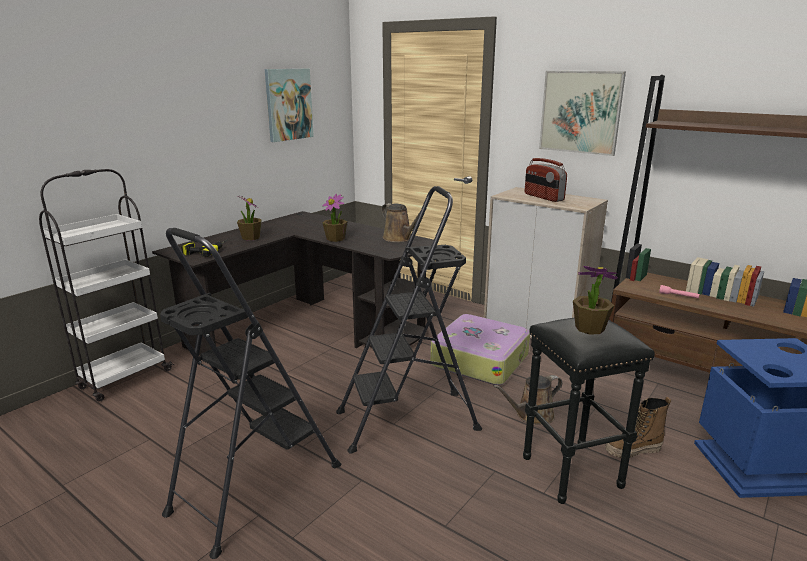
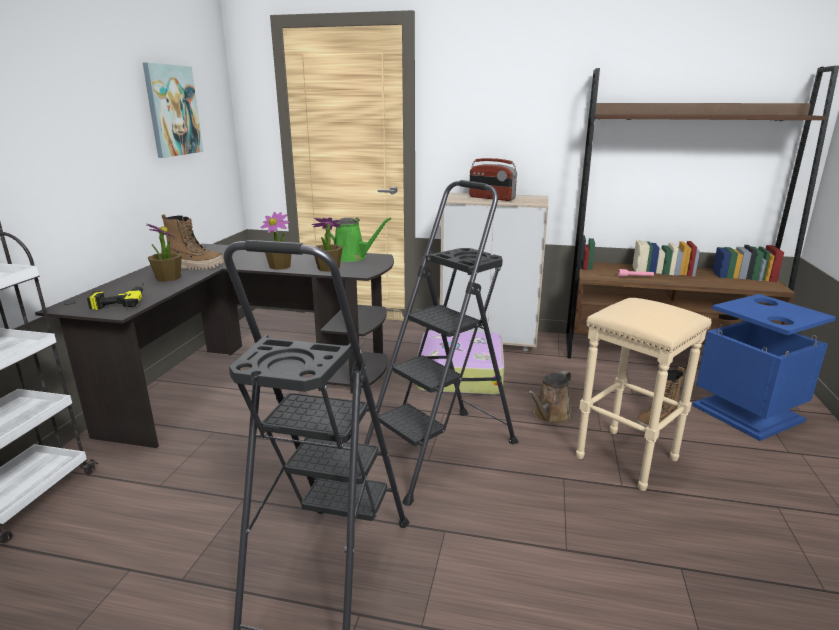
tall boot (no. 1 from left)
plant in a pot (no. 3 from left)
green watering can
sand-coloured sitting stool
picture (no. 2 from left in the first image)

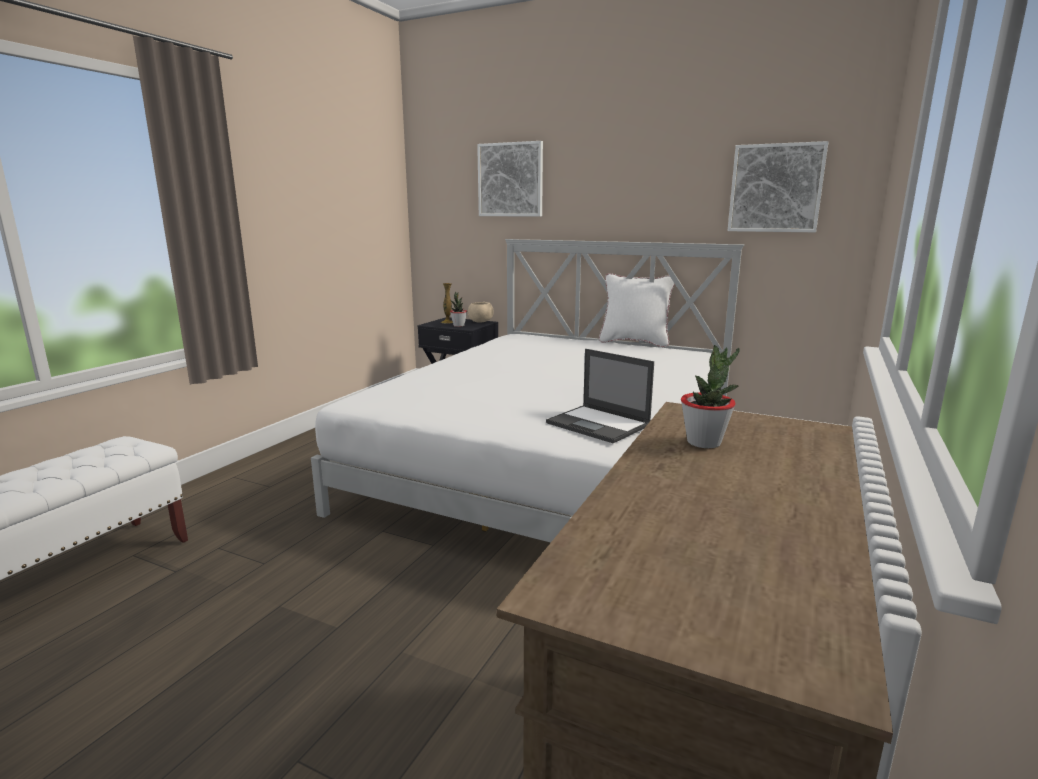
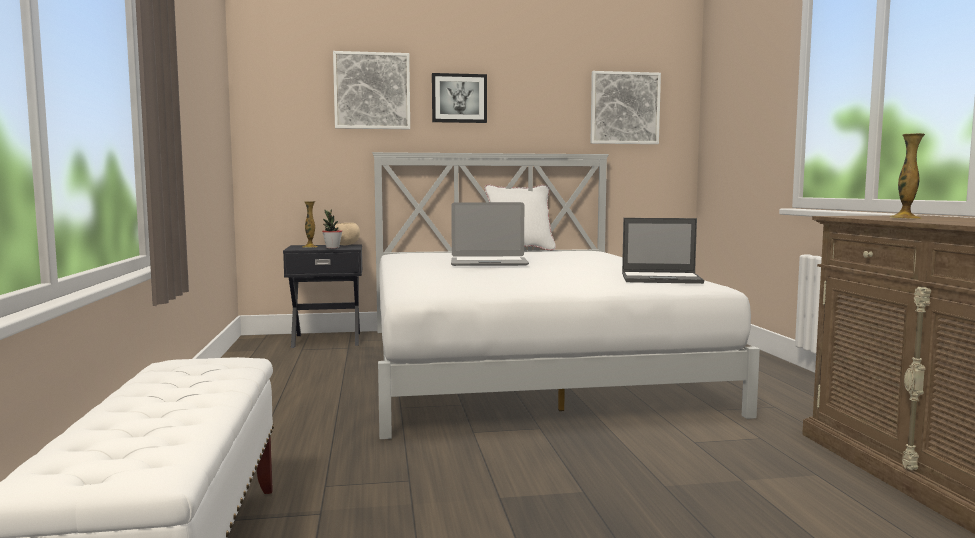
picture (no. 2 from left)
portable computer (no. 1 from left)
vase (no. 2 from left)

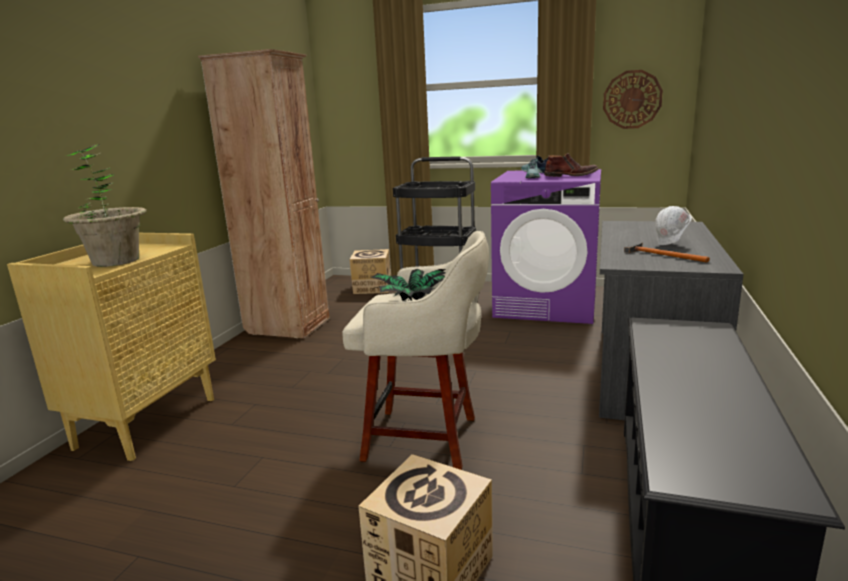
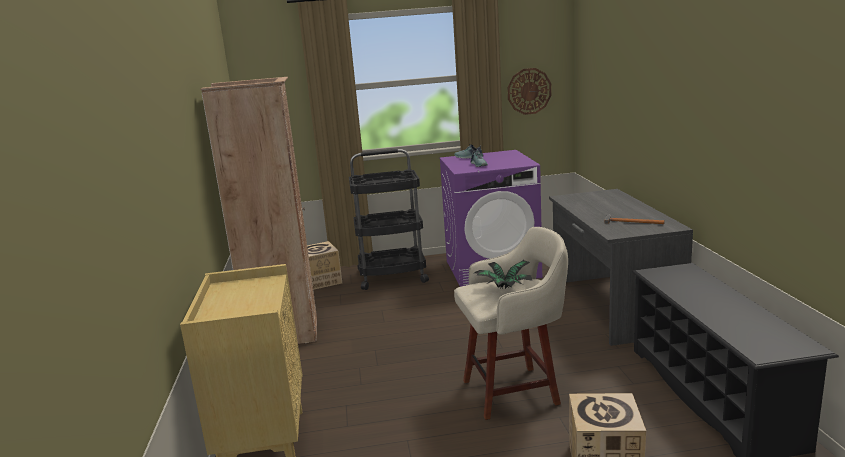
plant in a pot (no. 1 from left in the first image)
brown tall boot
whitish work helmet

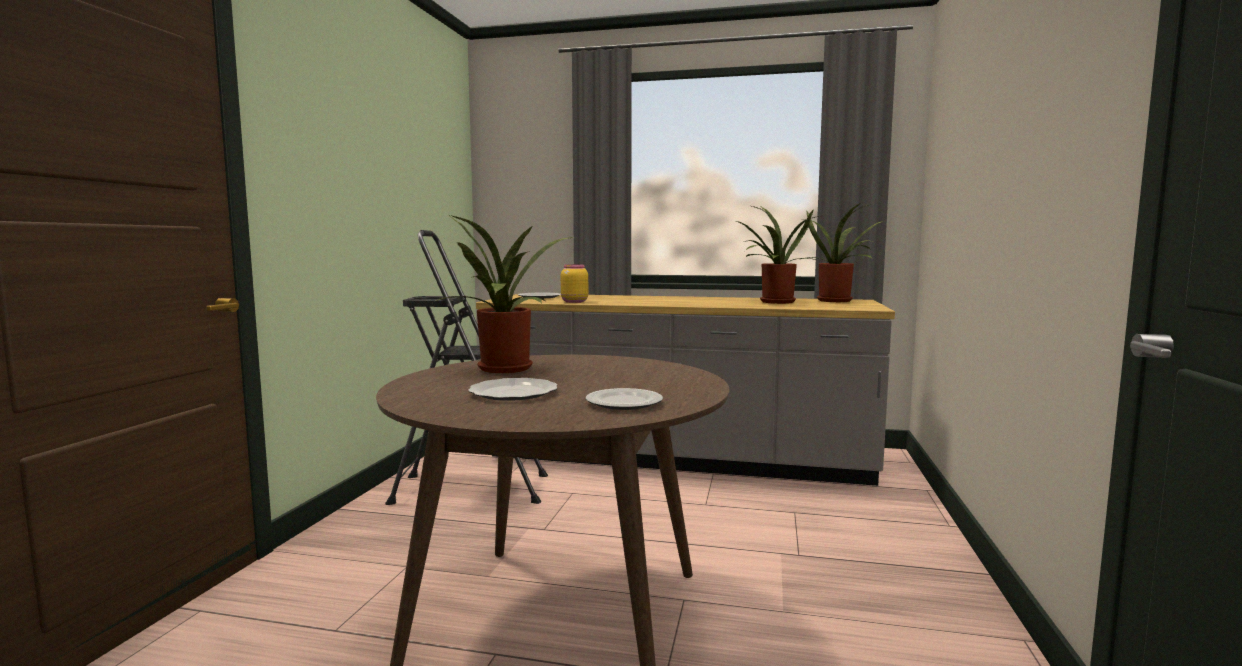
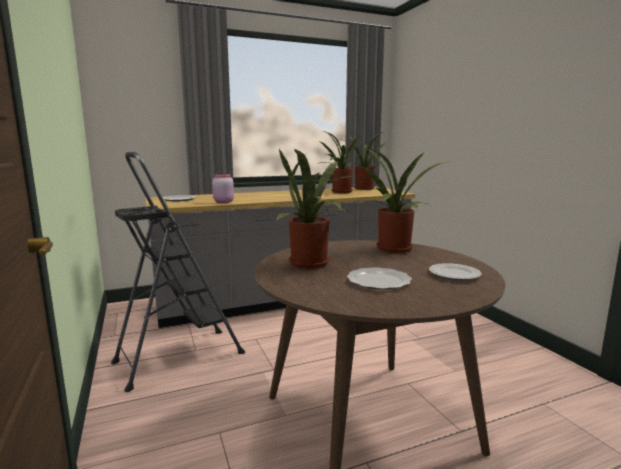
pink preserve jar
plant in a pot (no. 4 from left)

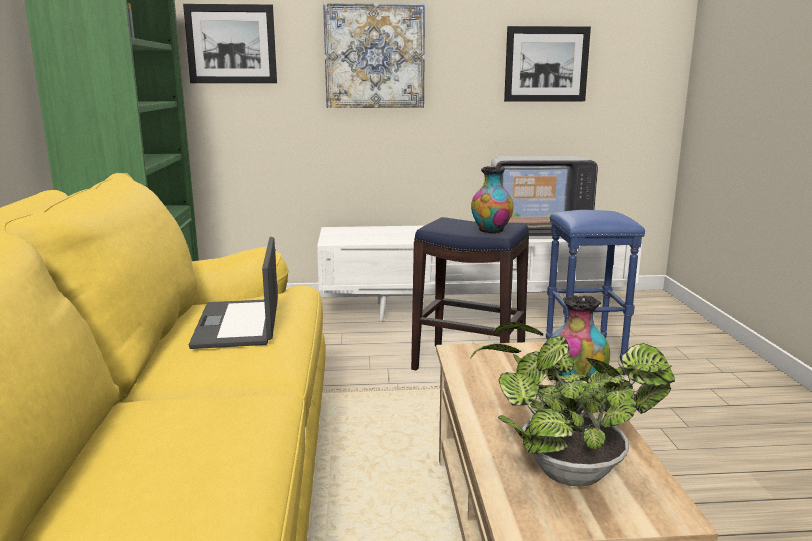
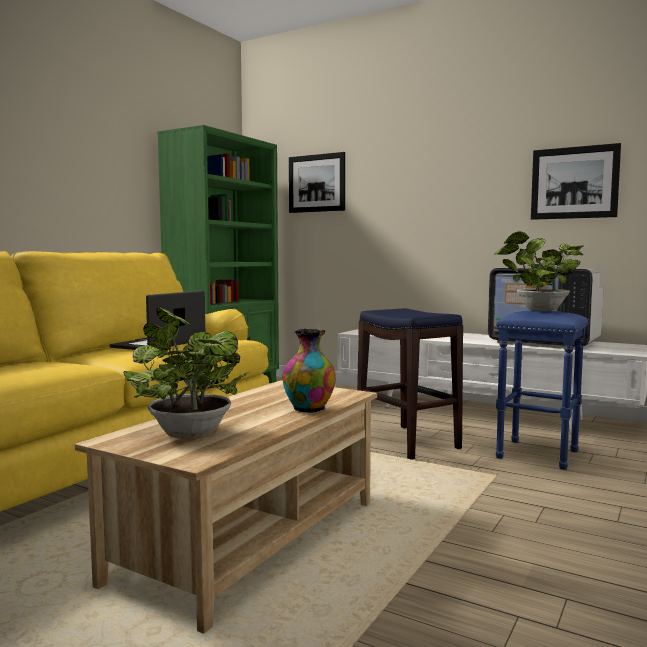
plant in a pot (no. 2 from left)
picture (no. 2 from left in the first image)
vase (no. 1 from left in the first image)

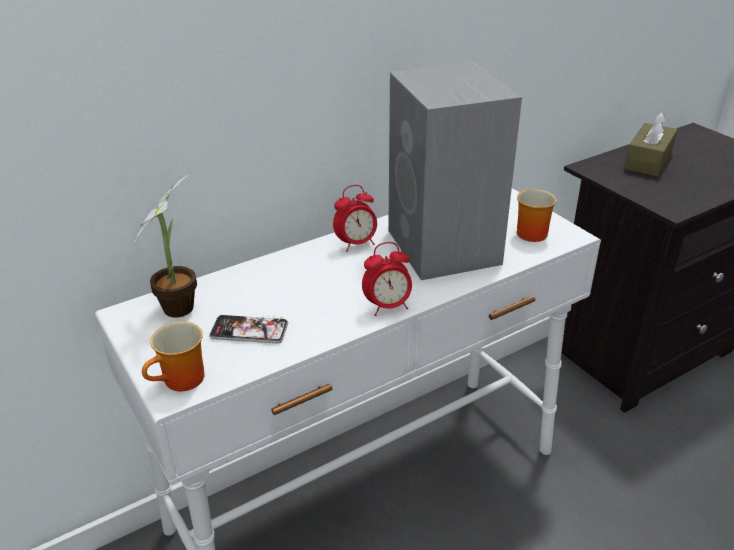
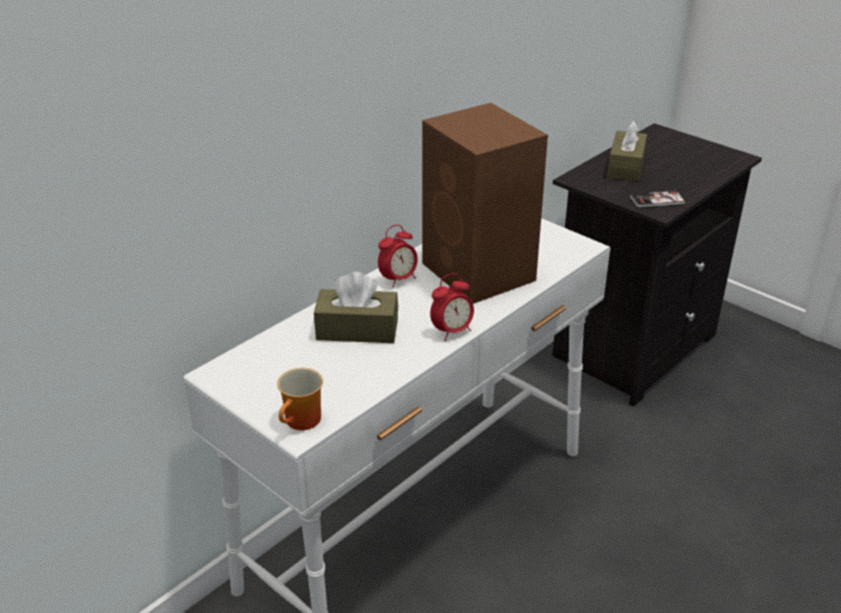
brown tissue box (no. 1 from left)
brown speaker
handset
plant in a pot
mug (no. 2 from left in the first image)

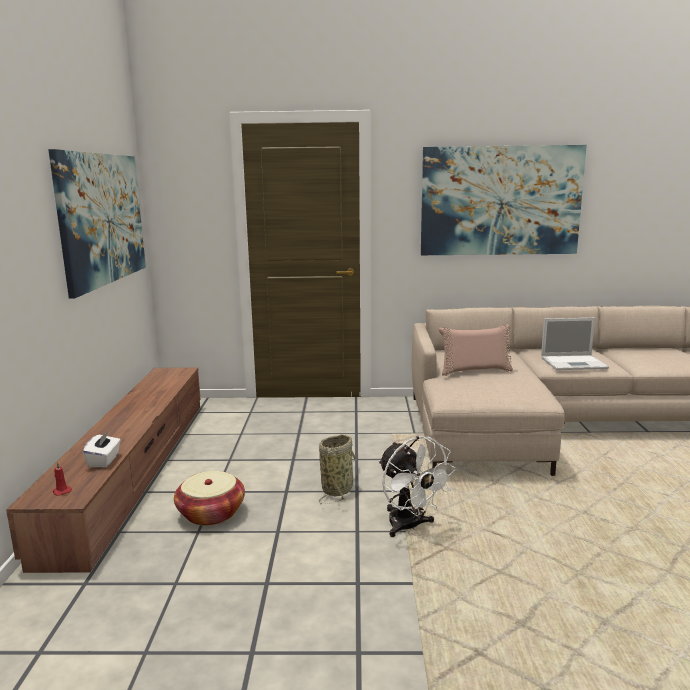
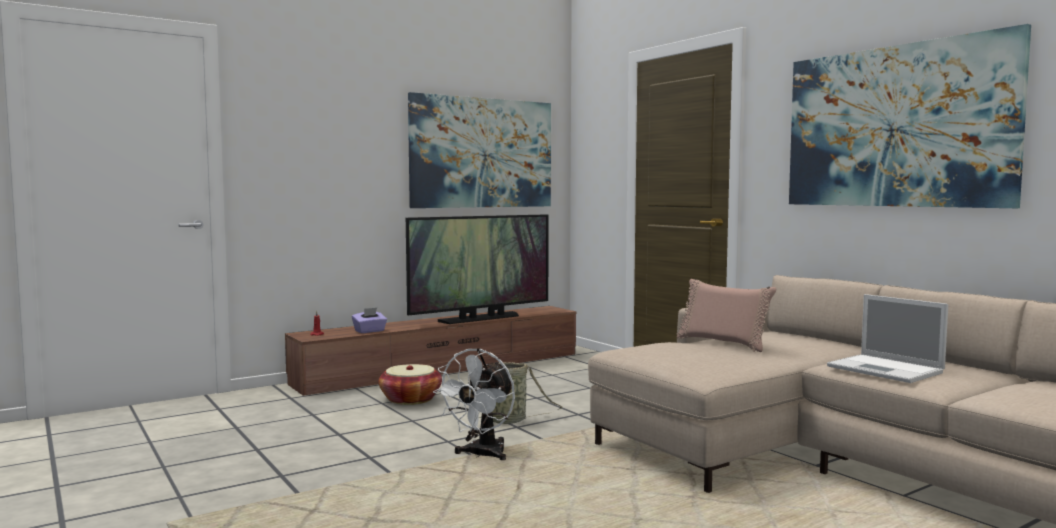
purple tissue box
TV

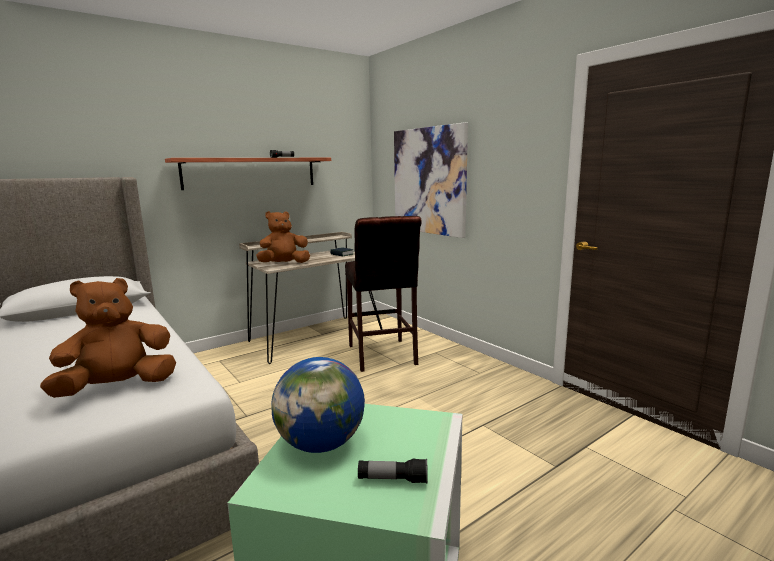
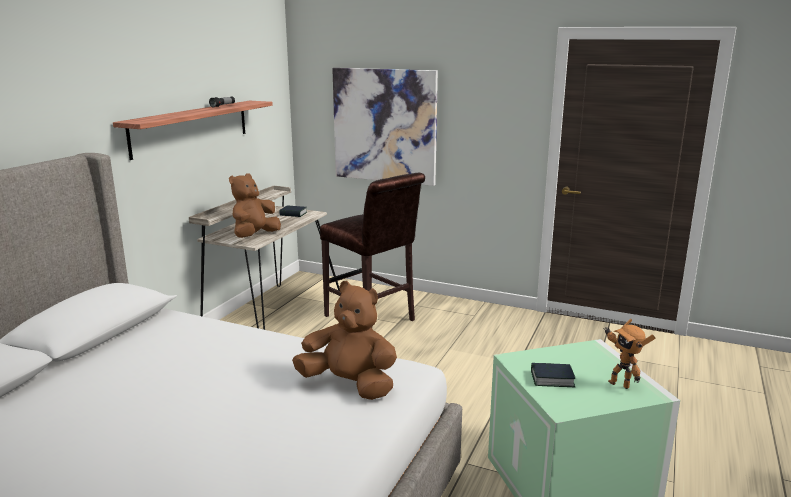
brown plush toy (no. 2 from left)
book (no. 2 from left)
robot figure

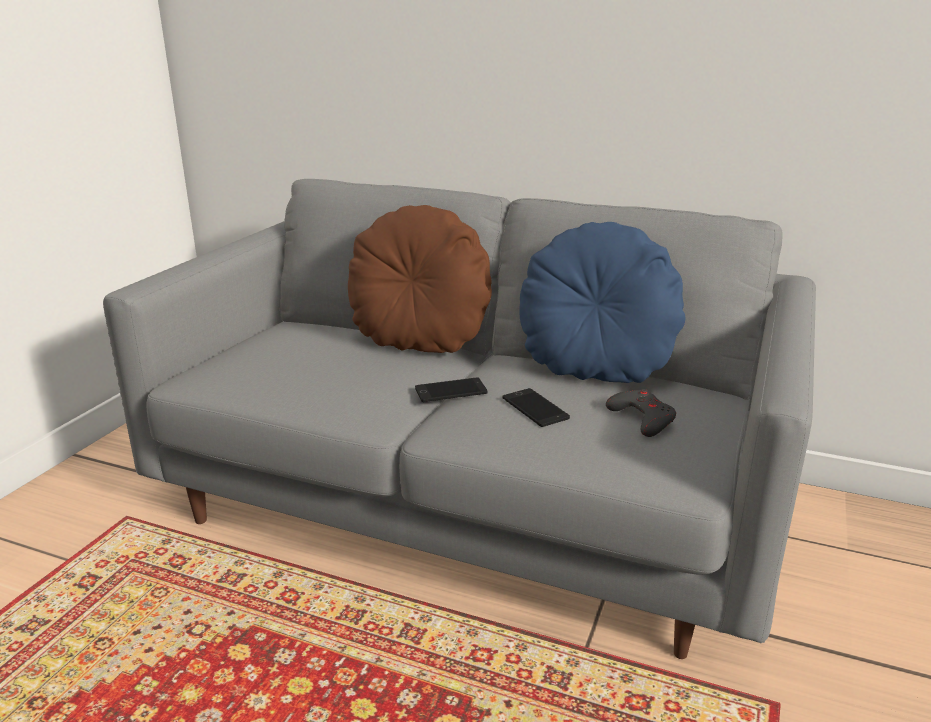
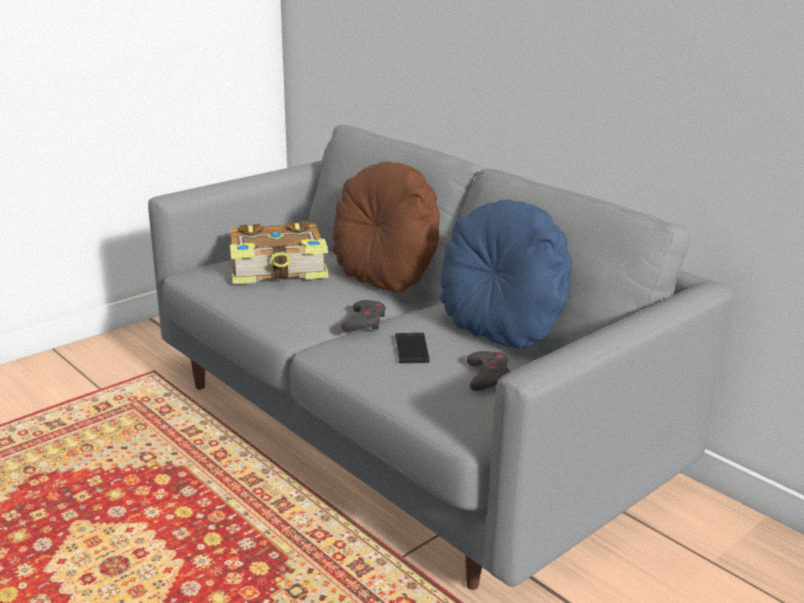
book
grey joypad (no. 1 from left)

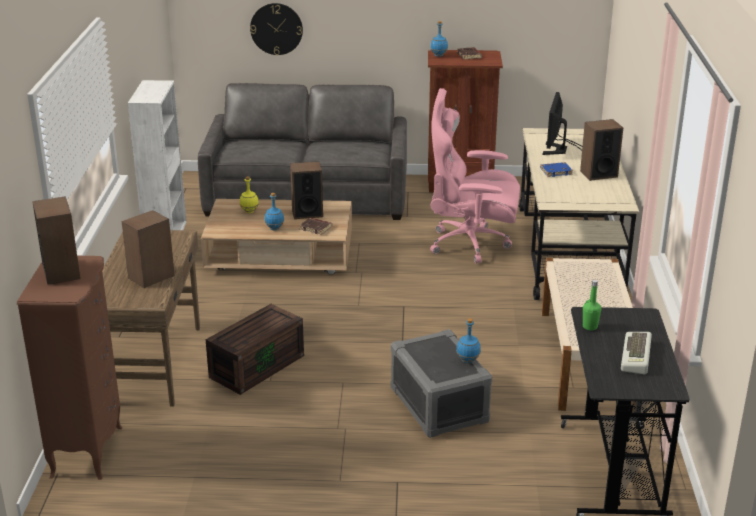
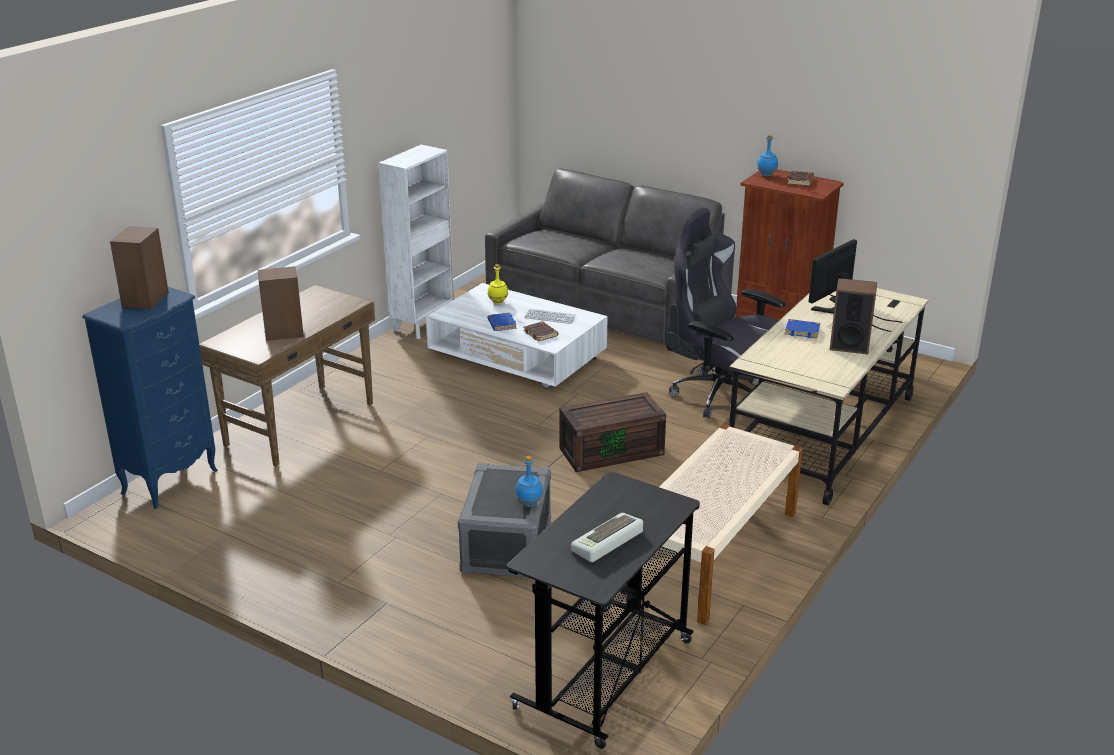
blue-coloured chest of drawers
whitish coffee table
blue-coloured book (no. 1 from left)
computer keyboard (no. 1 from left)
brown storage box
black-coloured computer chair
hanging clock
green drink bottle

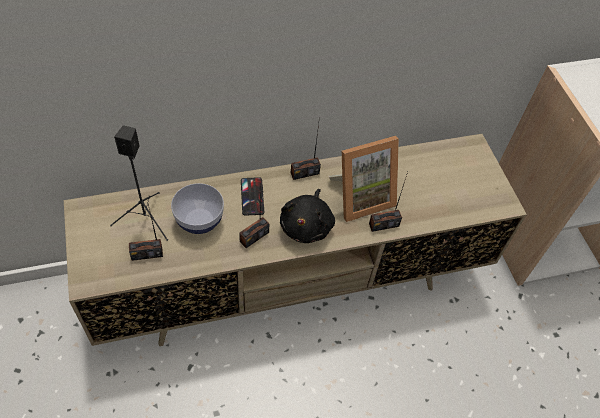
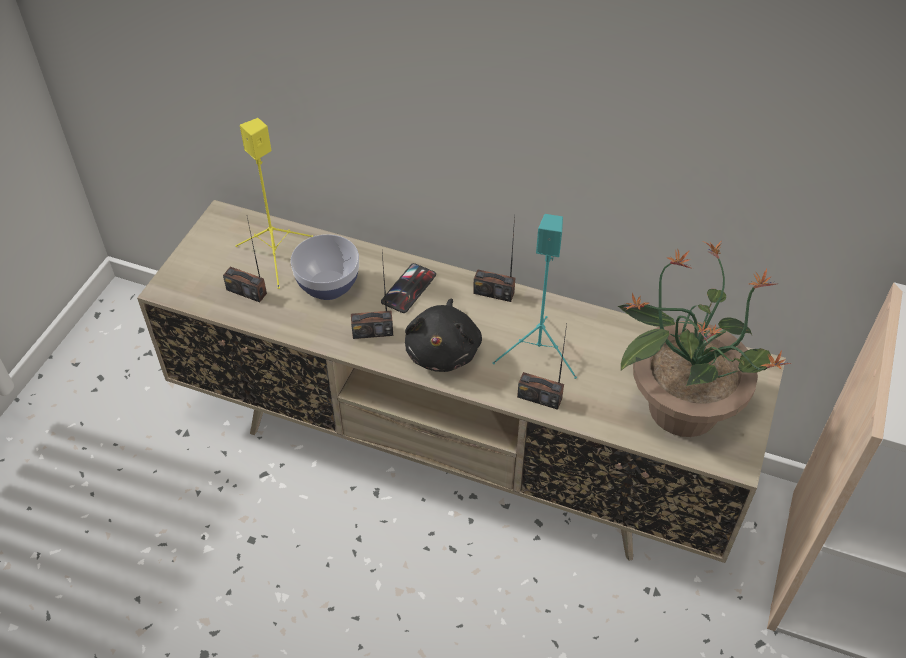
yellow speaker
black-coloured plush toy
blue-green speaker
plant in a pot

